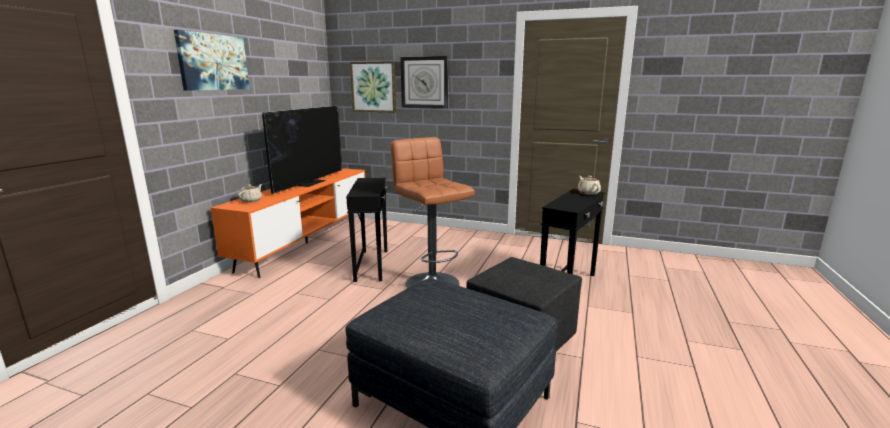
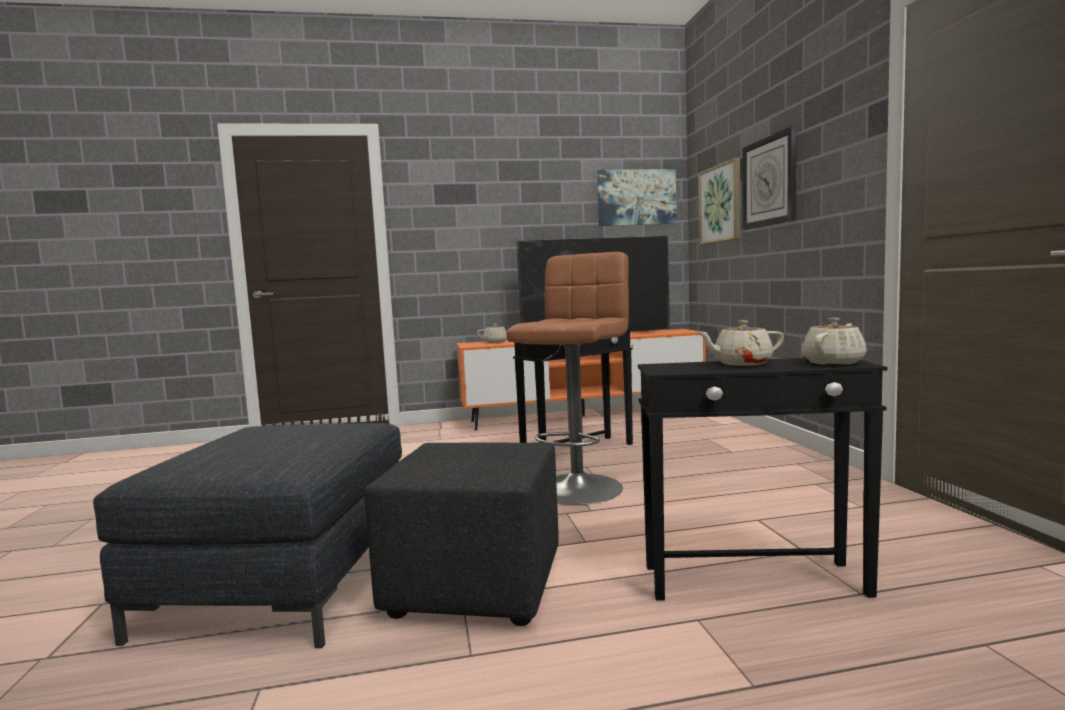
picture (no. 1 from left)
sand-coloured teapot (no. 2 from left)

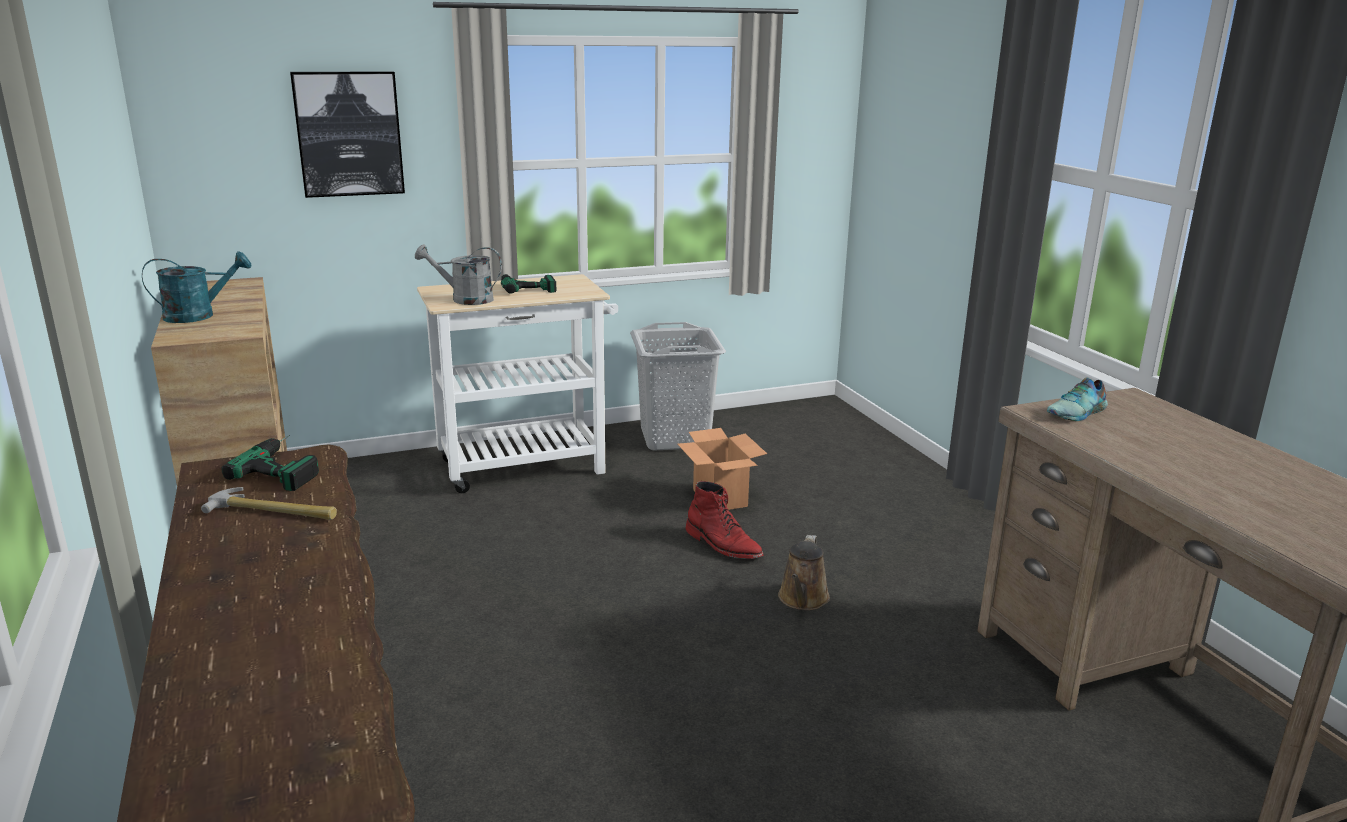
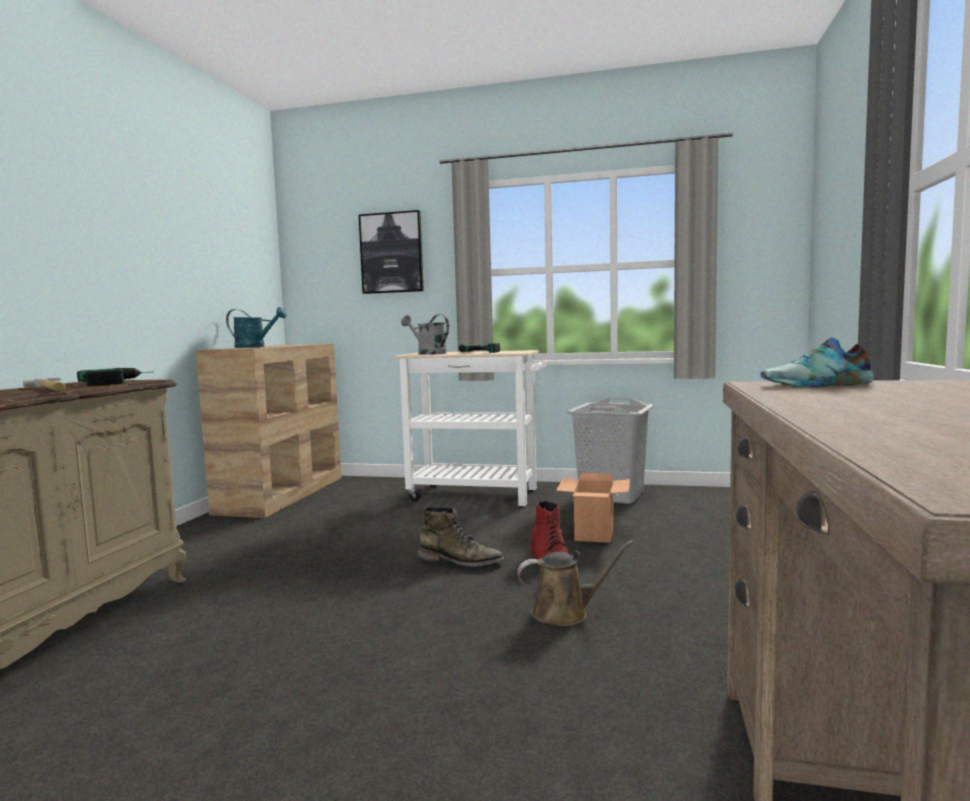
green tall boot
brown watering can

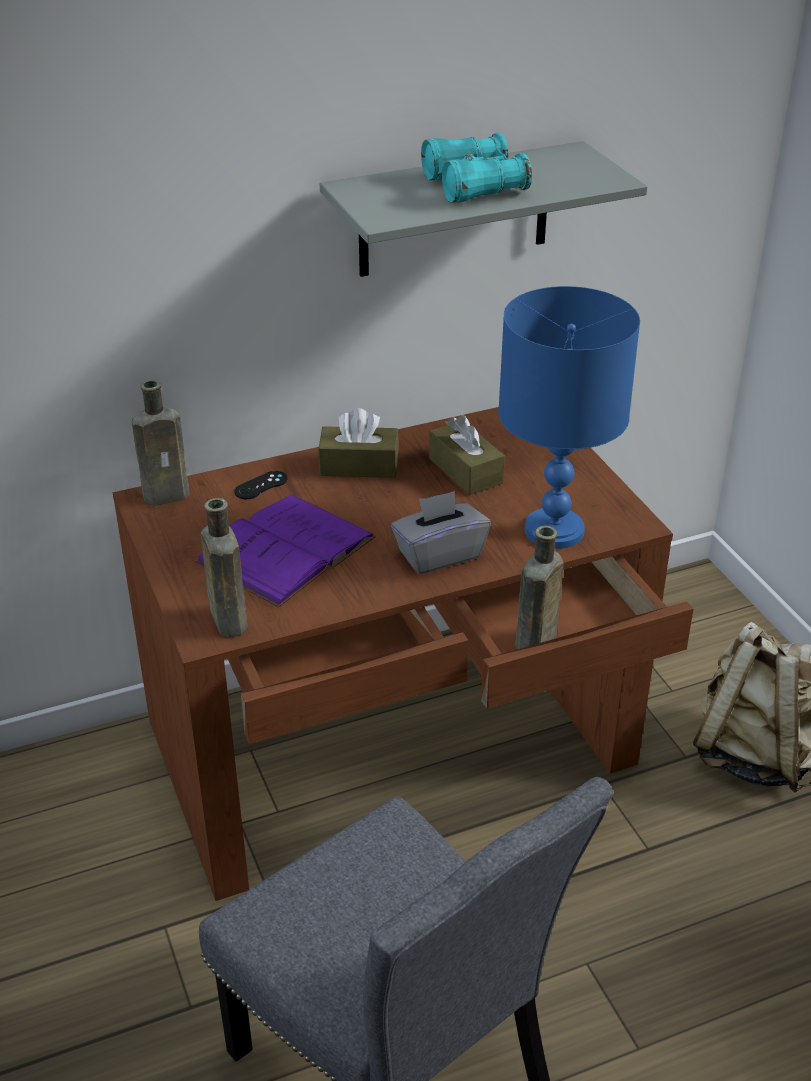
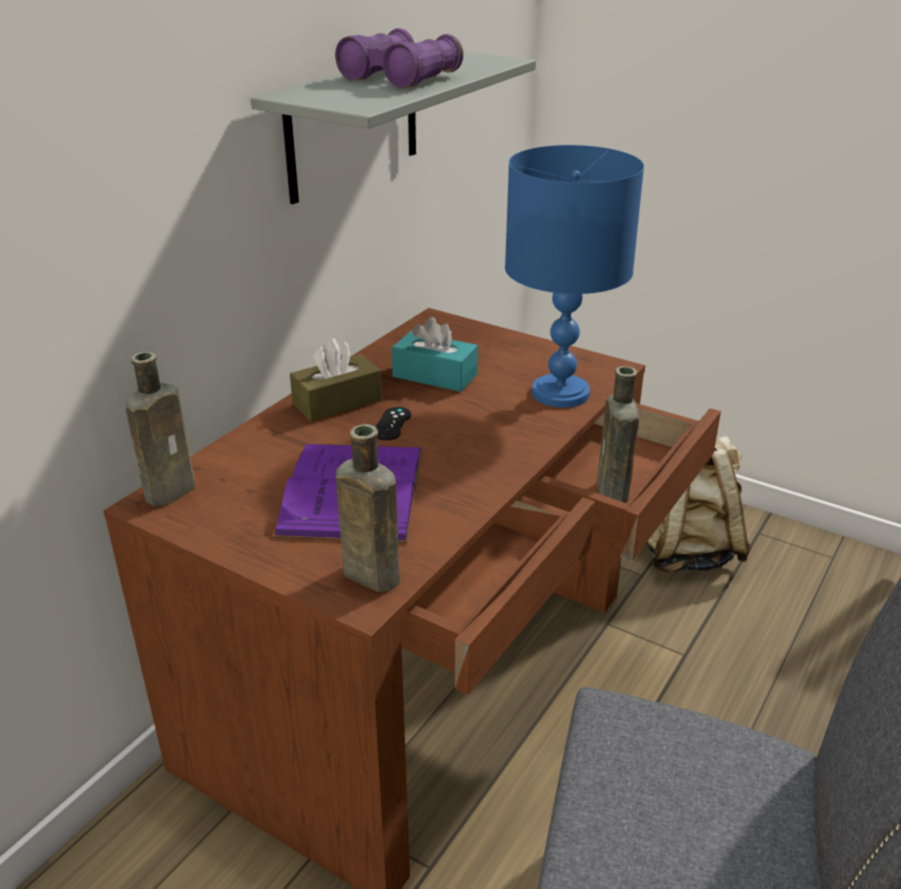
purple pair of binoculars
black-coloured joypad
blue-green tissue box
grey tissue box

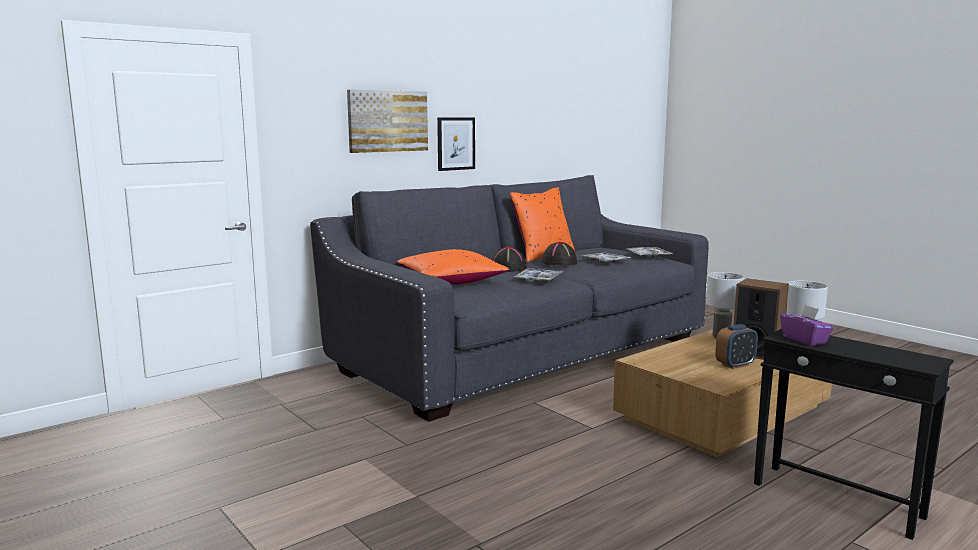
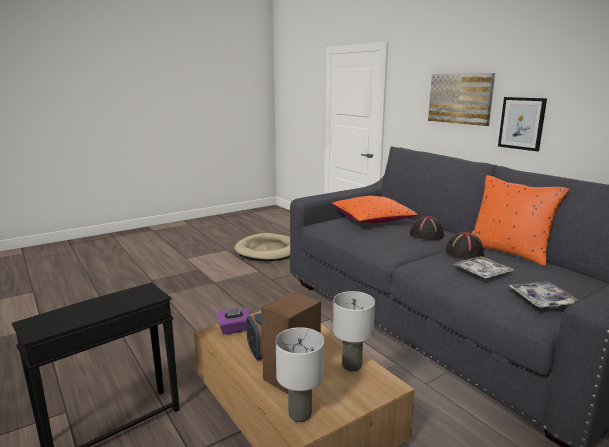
purple tissue box
sand-coloured dog cushion
tray (no. 1 from left in the first image)

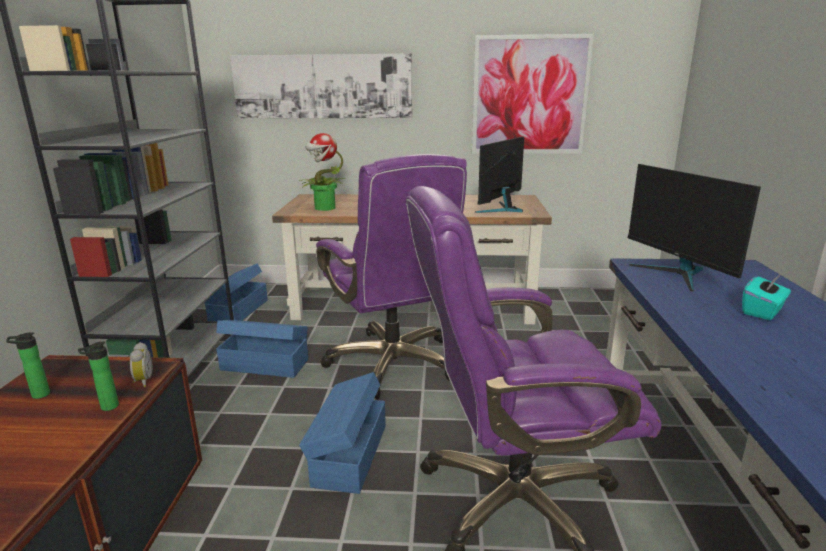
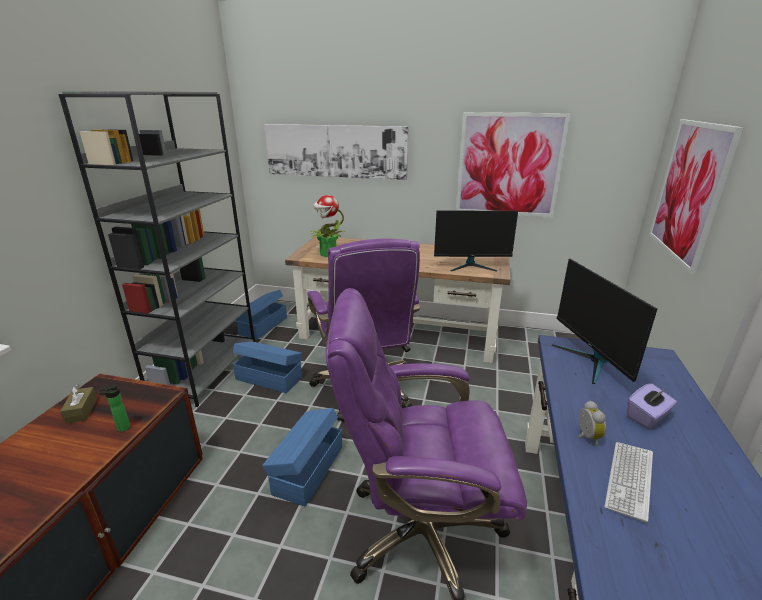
brown tissue box
computer display (no. 1 from left)
alarm clock
computer keyboard
purple tissue box
picture (no. 3 from left)

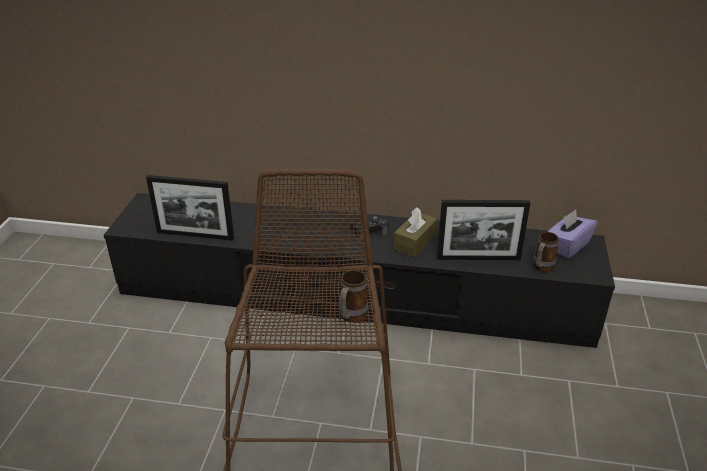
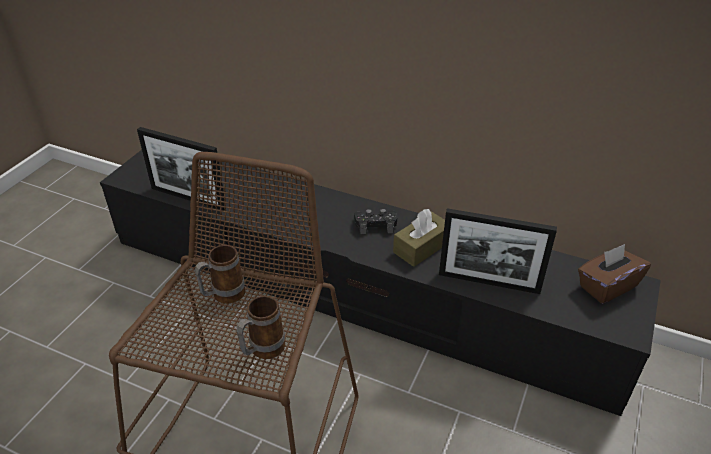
mug (no. 1 from left)
brown tissue box (no. 2 from left)

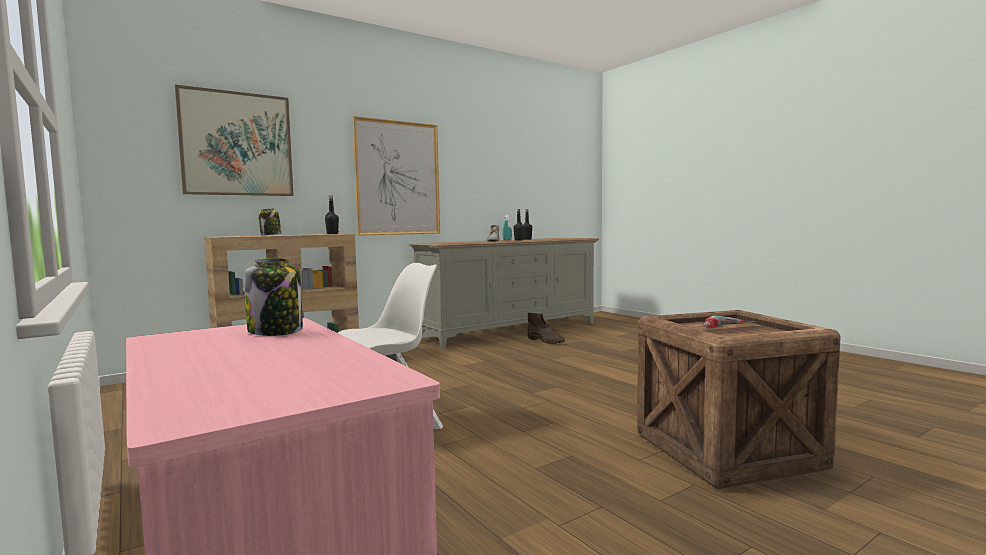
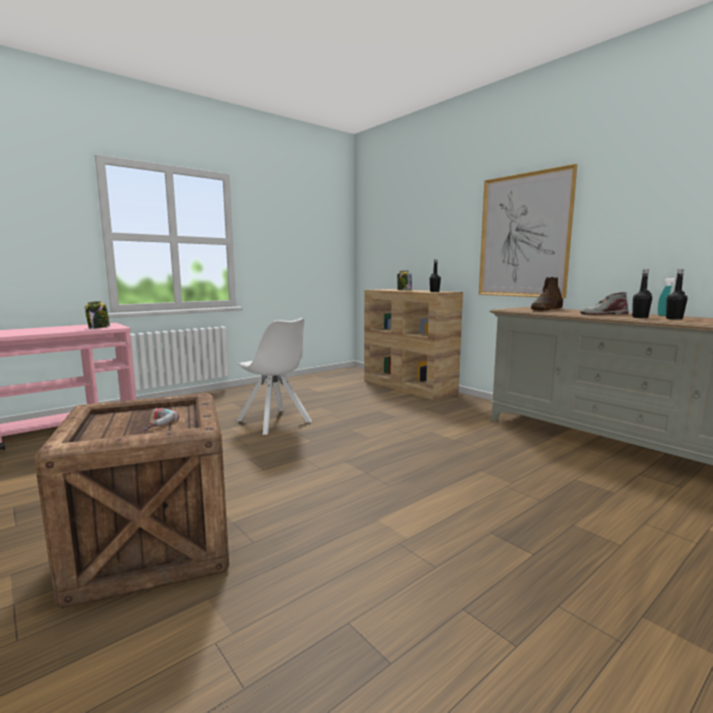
brown tall boot
picture (no. 1 from left in the first image)

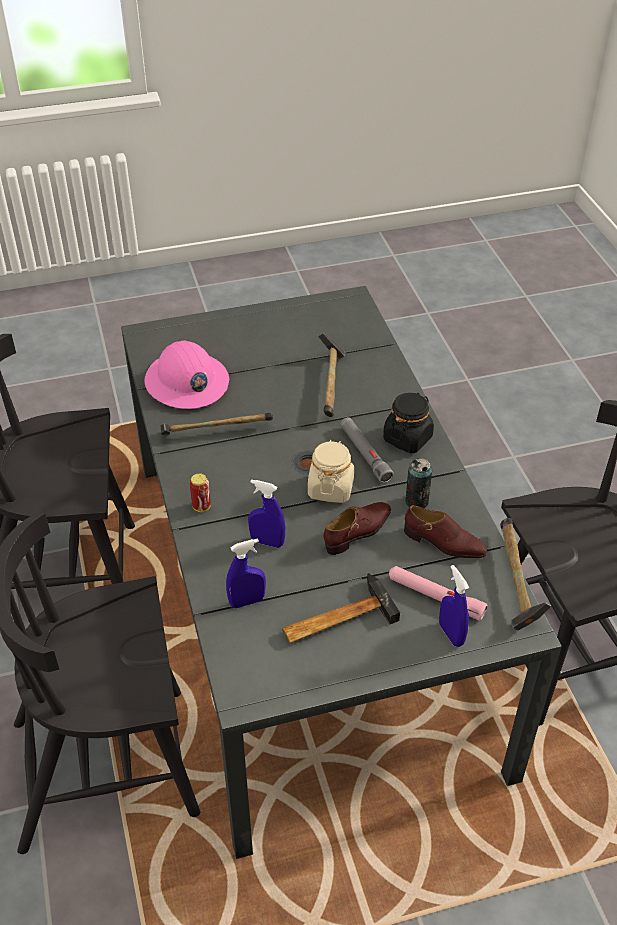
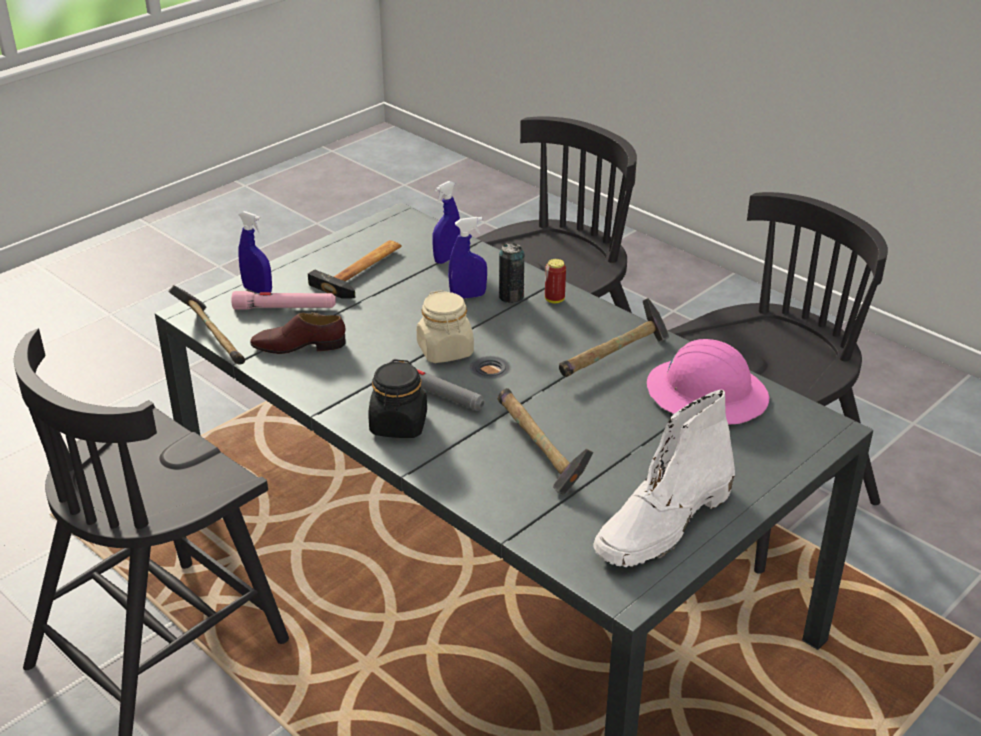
metal can (no. 1 from left)
whitish tall boot
brown shoe (no. 1 from left in the first image)

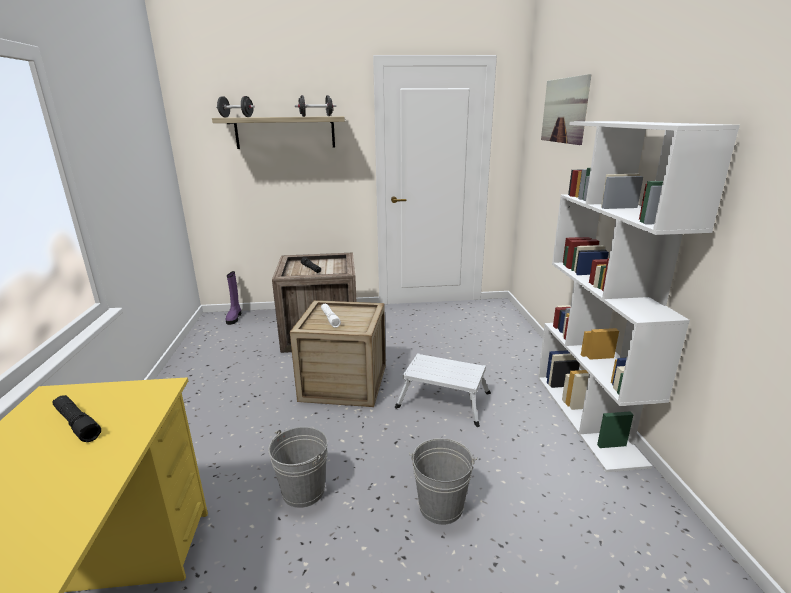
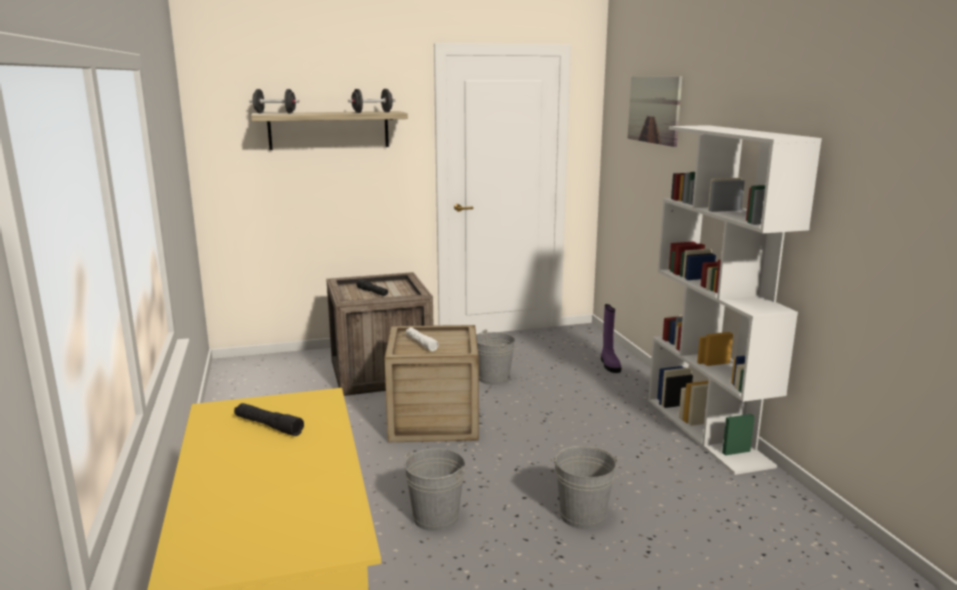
grey bucket (no. 2 from left)
purple tall boot
whitish stepladder

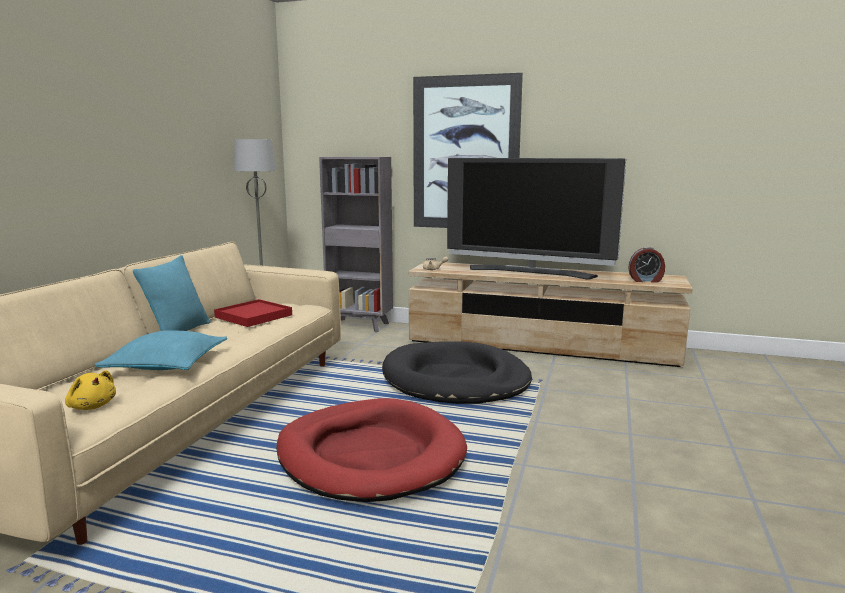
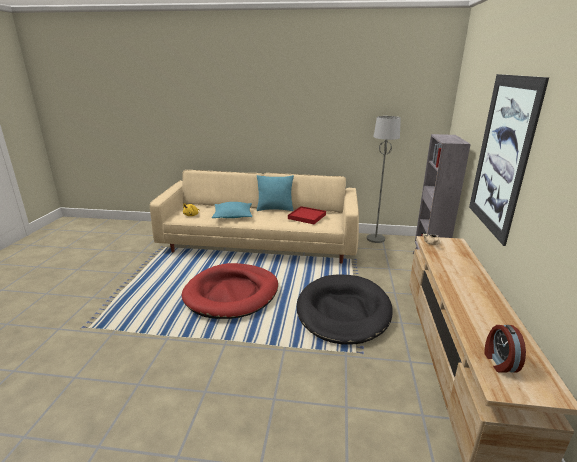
TV

